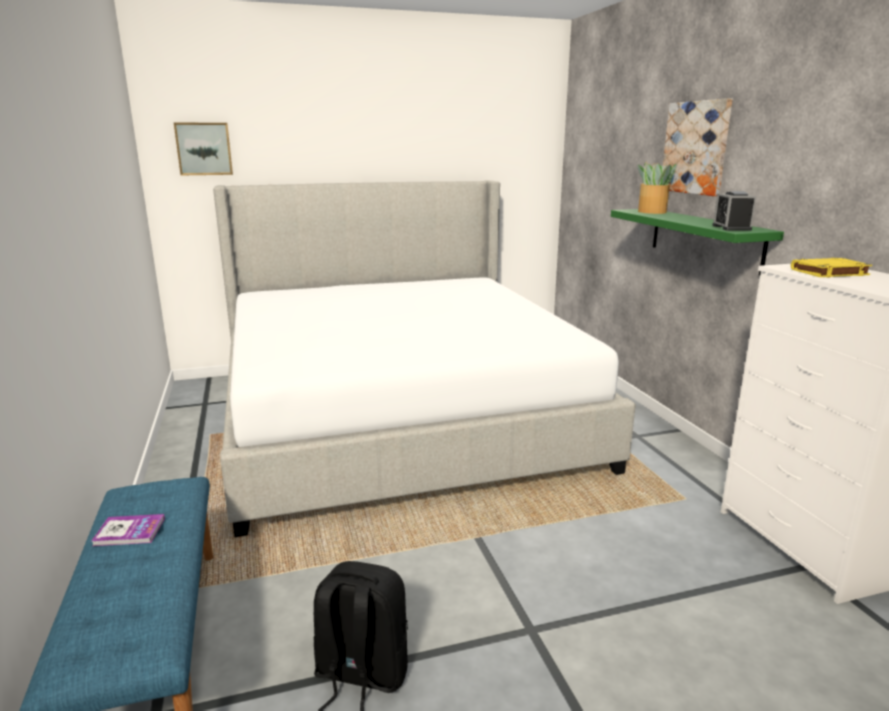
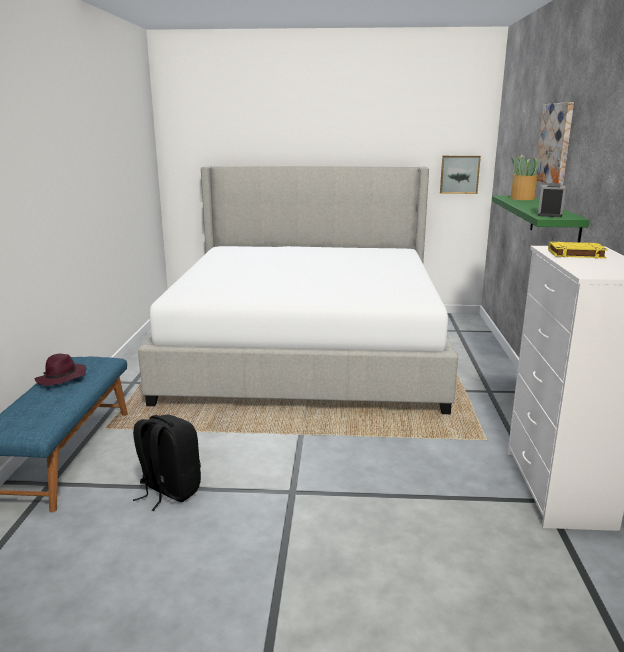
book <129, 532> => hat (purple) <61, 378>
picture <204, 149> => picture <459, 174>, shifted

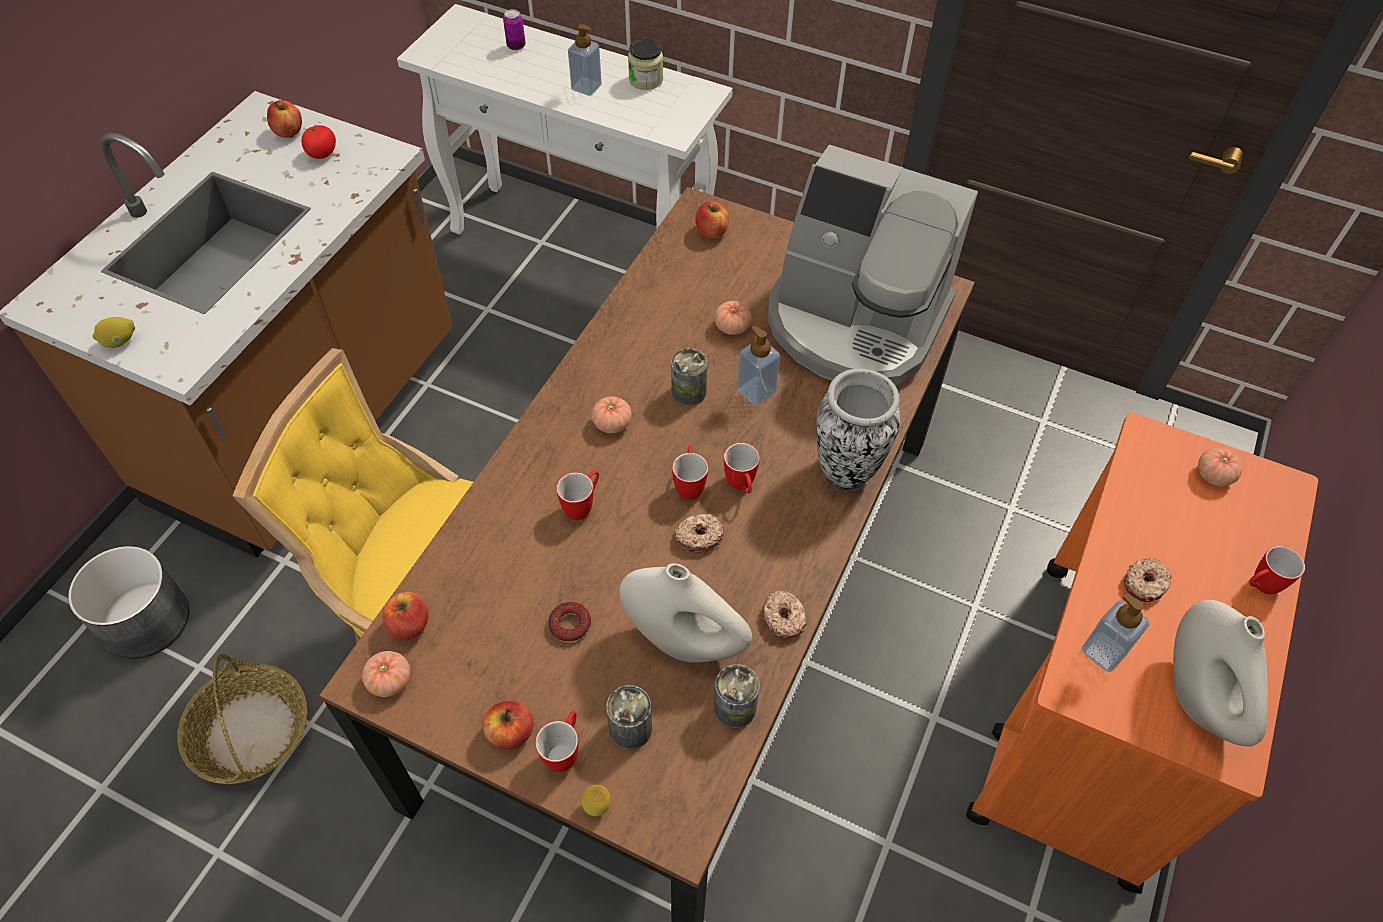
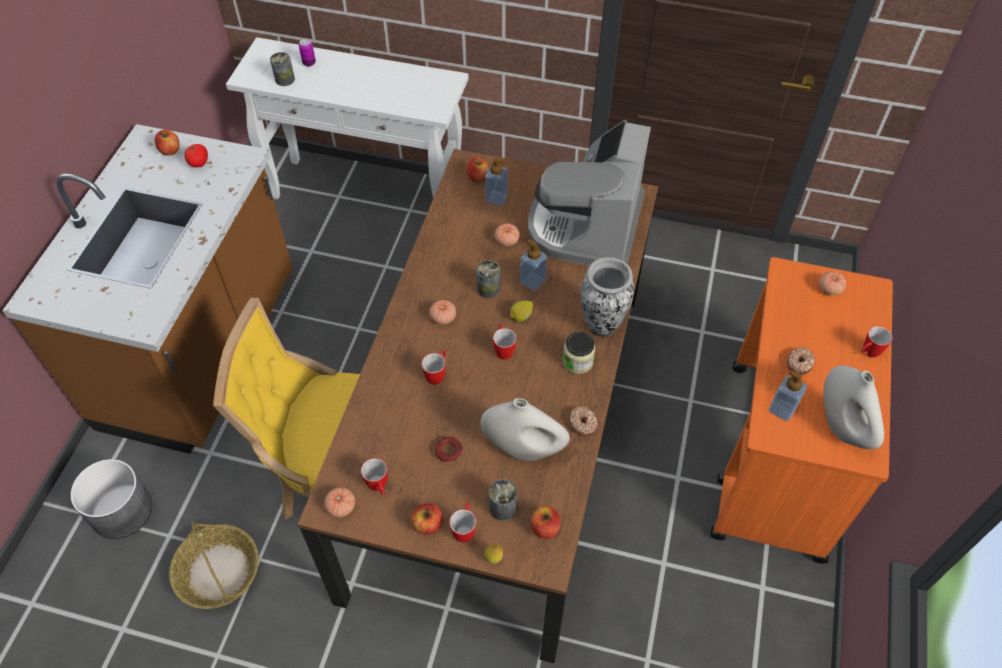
lemon <120, 342> => lemon <521, 316>, shifted
apple <409, 625> => apple <545, 528>, shifted
soap dispenser <586, 87> => soap dispenser <496, 198>, shifted
jar <646, 80> => jar <577, 361>, shifted
donut <699, 536> => nothing
can <734, 708> => can <285, 79>, shifted
mug <741, 486> => mug <379, 488>, shifted
coffee machine <854, 323> => coffee machine <586, 226>, 90 degrees clockwise

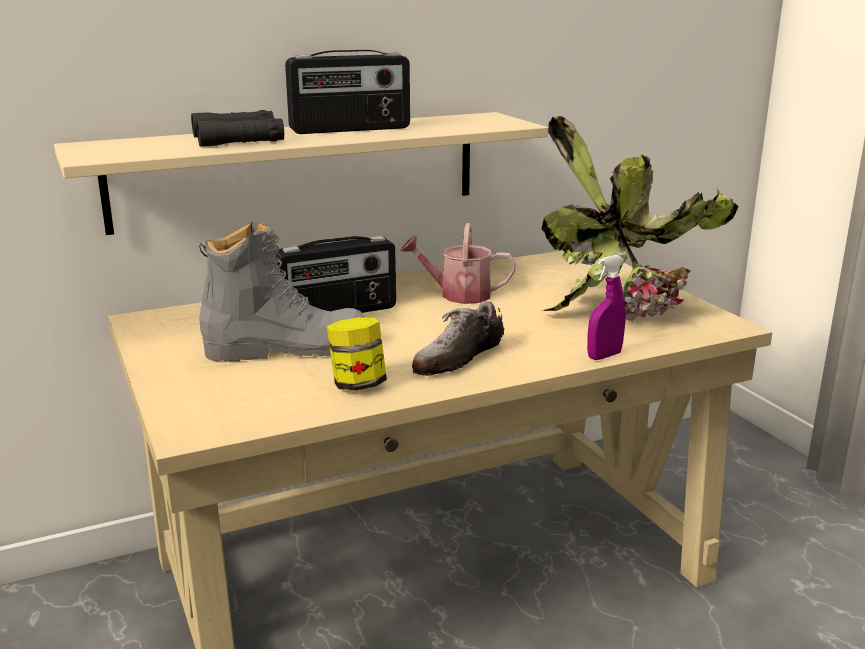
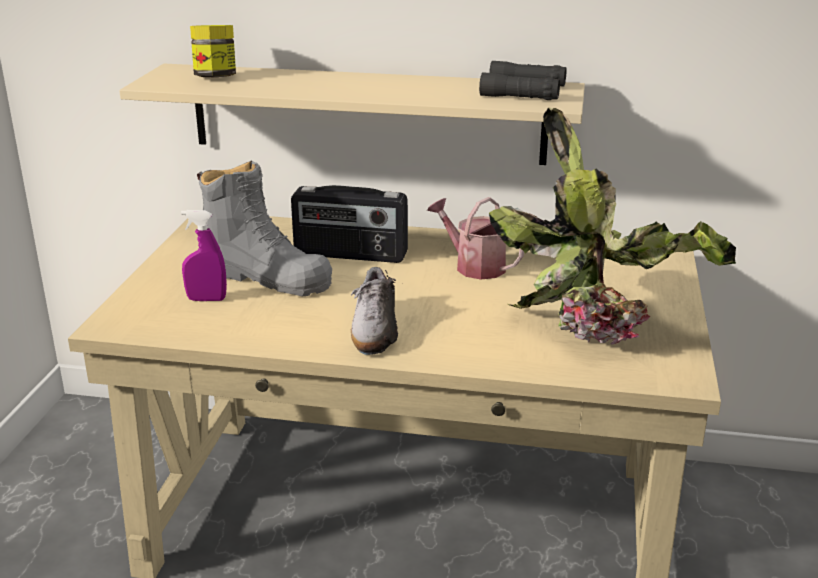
binoculars (black) <237, 139> => binoculars (black) <523, 91>, shifted
radio <350, 129> => nothing
jar <357, 385> => jar <215, 77>, shifted
shoe <457, 359> => shoe <375, 328>, 75 degrees counterclockwise
spray bottle (purple) <604, 356> => spray bottle (purple) <206, 299>, shifted

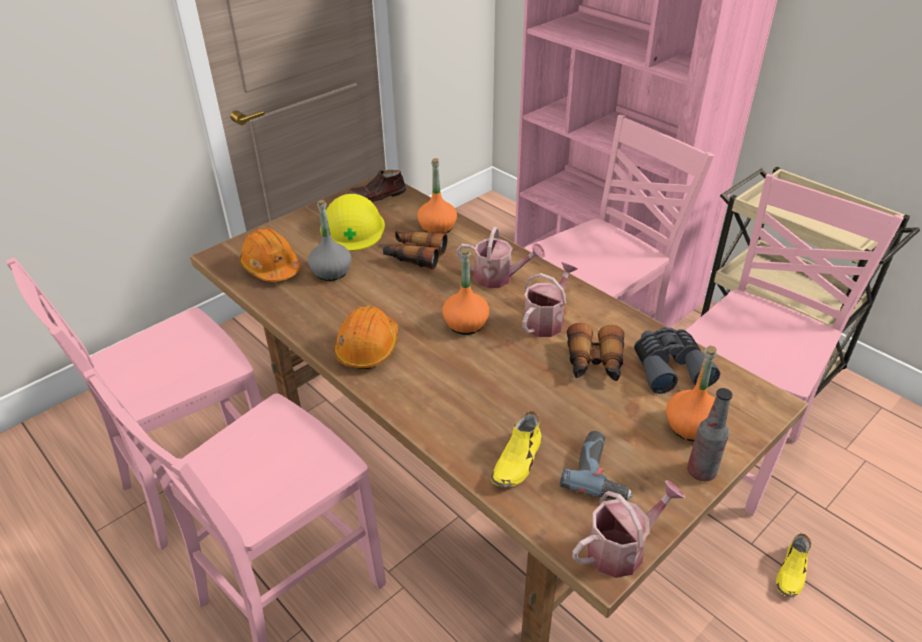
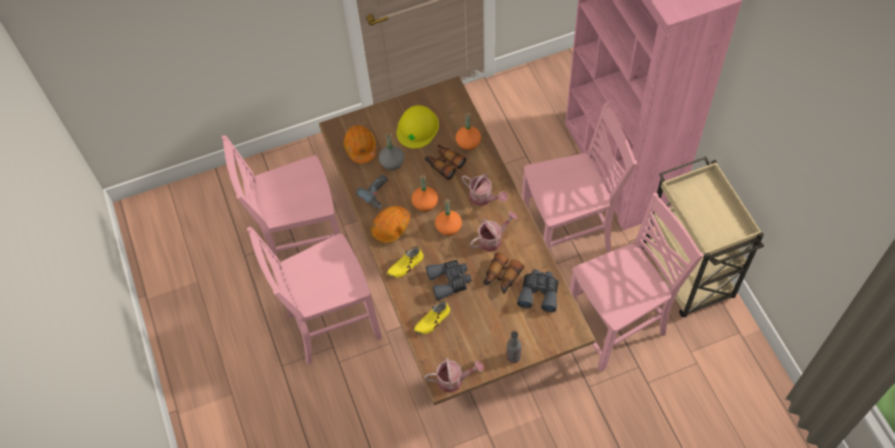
shoe (brown) <377, 195> => nothing
power drill <601, 472> => power drill <378, 193>, shifted
bottle (orange) <690, 427> => bottle (orange) <425, 203>, shifted
shoe (yellow) <792, 573> => shoe (yellow) <405, 266>, shifted
nothing => binoculars (grey) <449, 281>

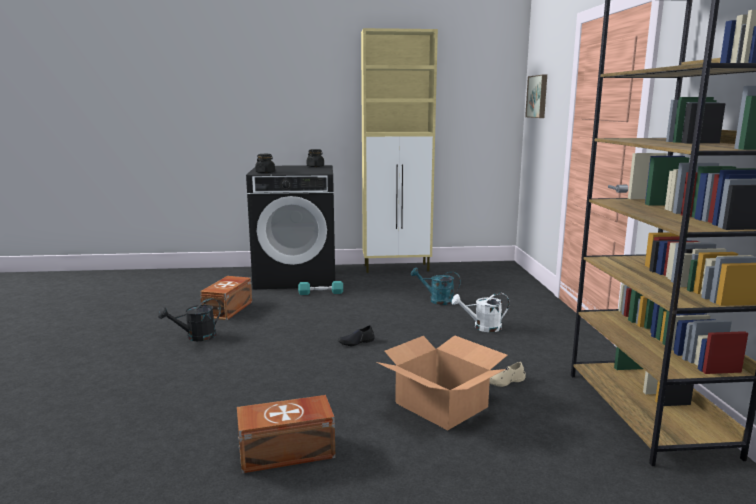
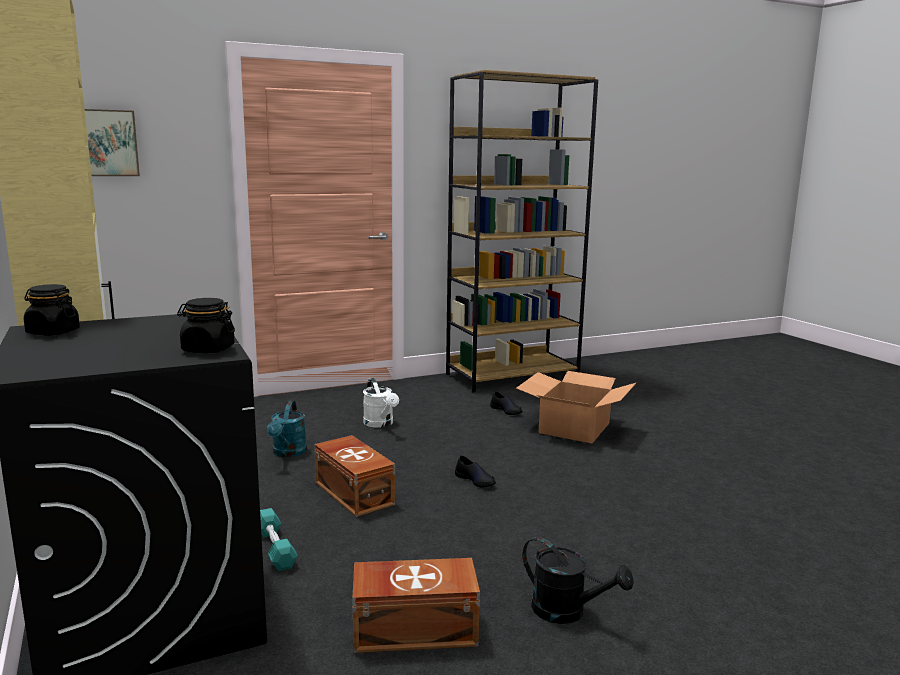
storage box (brown) <288, 452> => storage box (brown) <354, 492>, shifted
shoe (beige) <505, 381> => shoe (black) <506, 410>

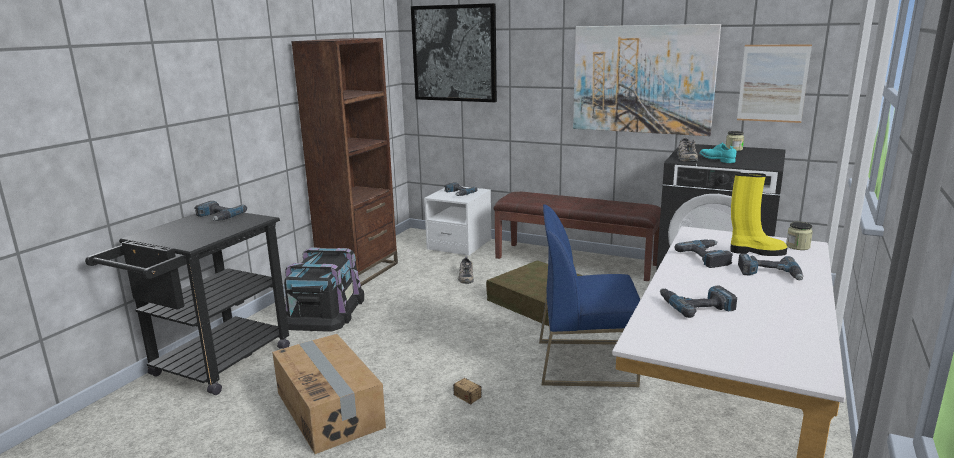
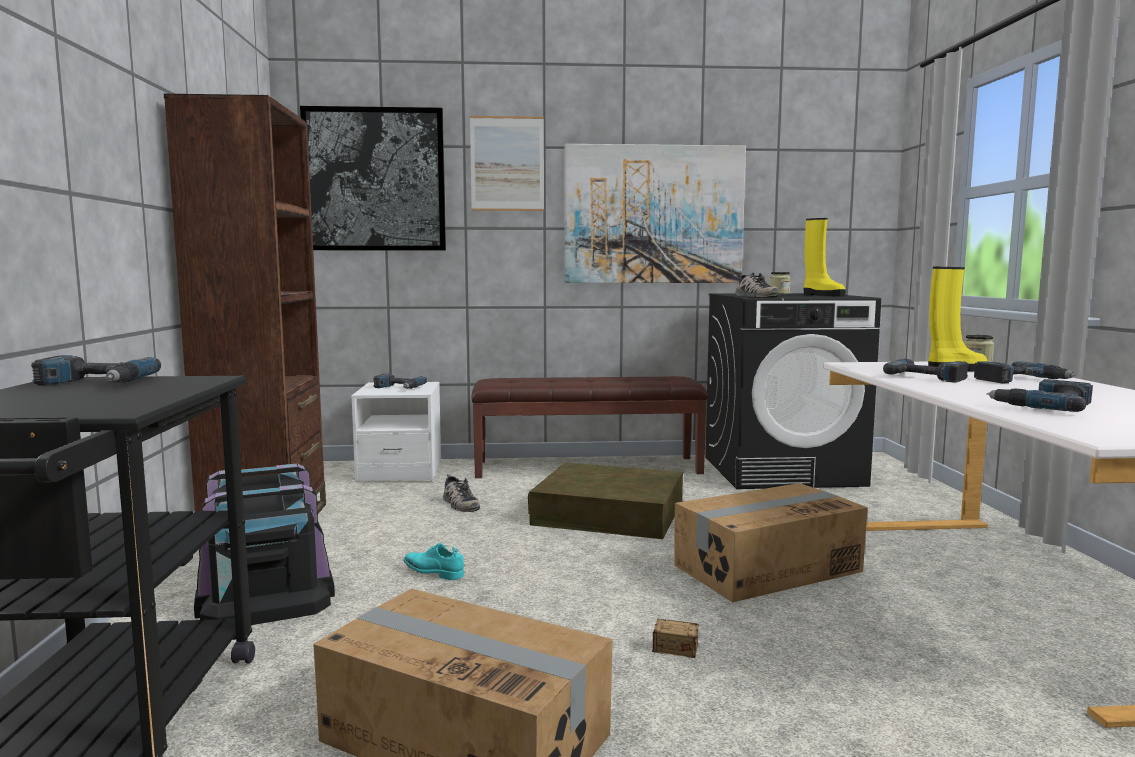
chair (blue) <586, 362> => cardboard box <766, 568>
shoe (turquoise) <716, 160> => shoe (turquoise) <433, 572>, shifted
picture <773, 83> => picture <507, 164>, shifted
nothing => boot (yellow) <821, 295>

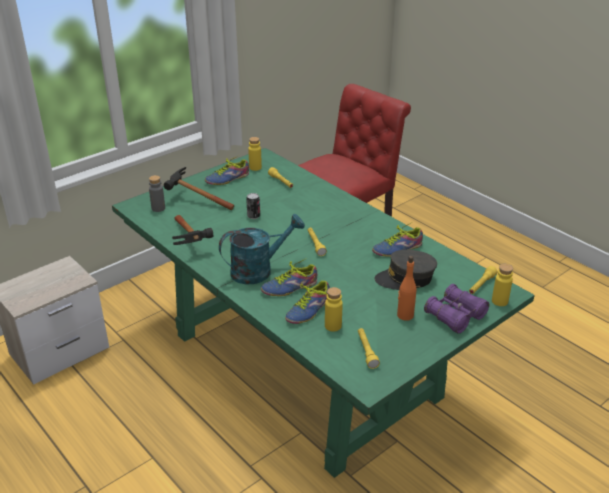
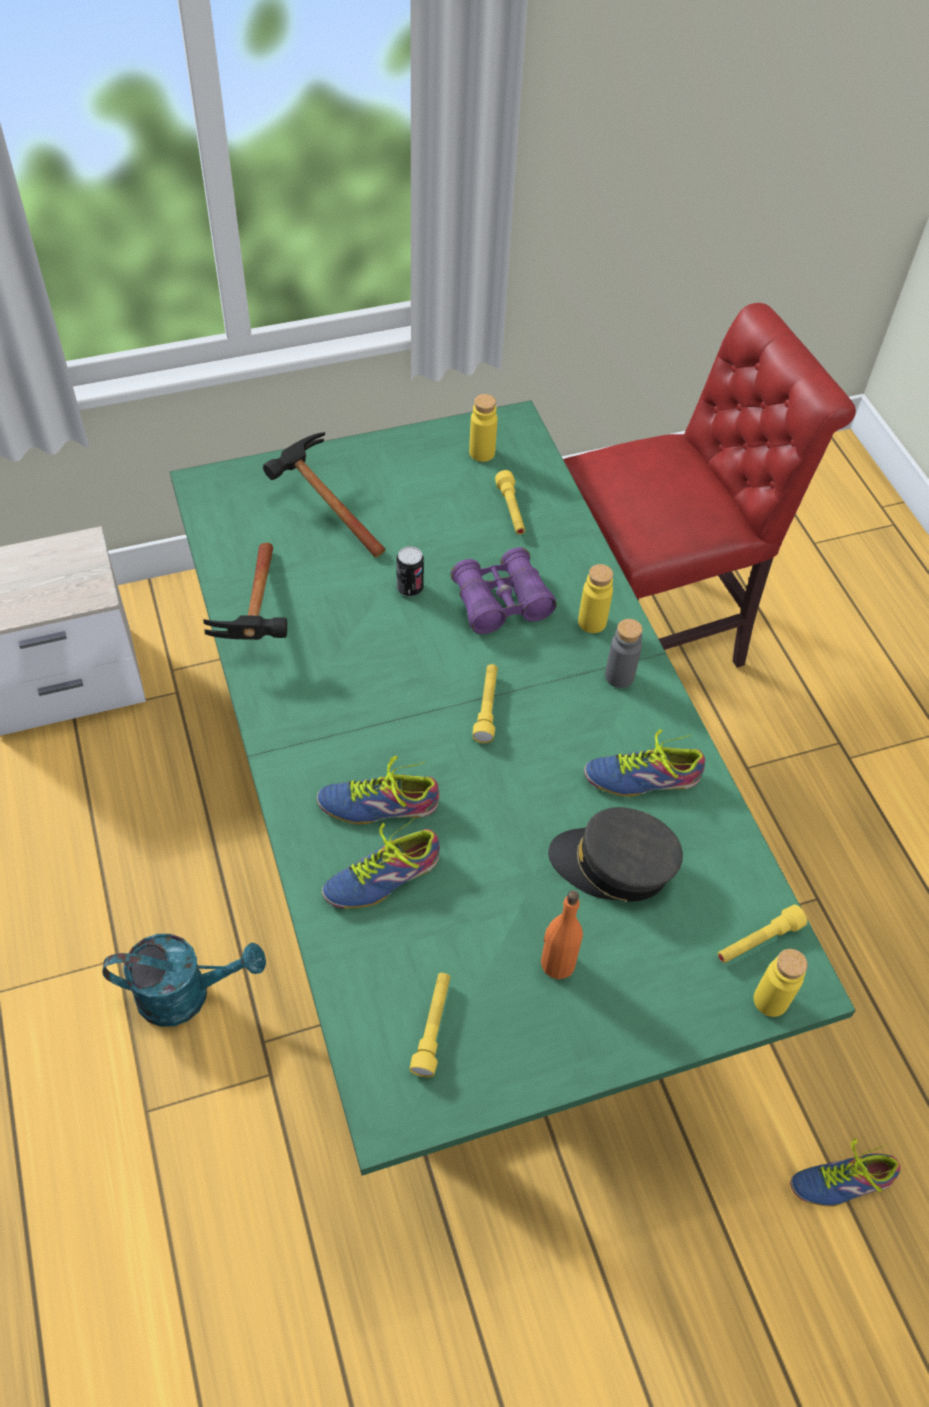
bottle (grey) <158, 208> => bottle (grey) <619, 676>, shifted
shoe <226, 178> => shoe <839, 1178>, shifted
watering can (turquoise) <258, 270> => watering can (turquoise) <186, 993>, shifted
bottle (yellow) <333, 326> => bottle (yellow) <592, 622>, shifted
binoculars (purple) <455, 316> => binoculars (purple) <501, 602>, shifted

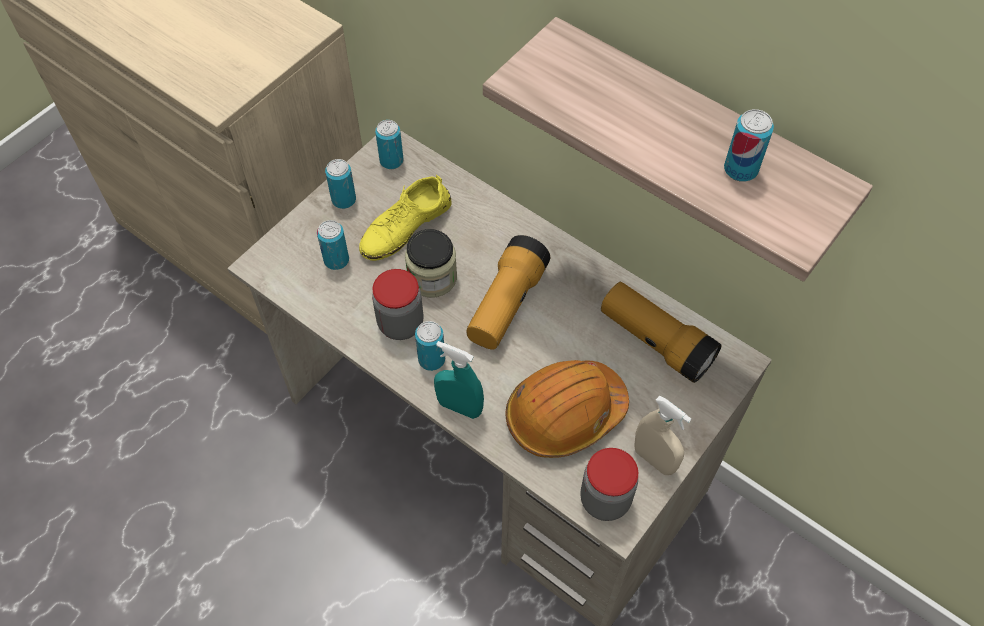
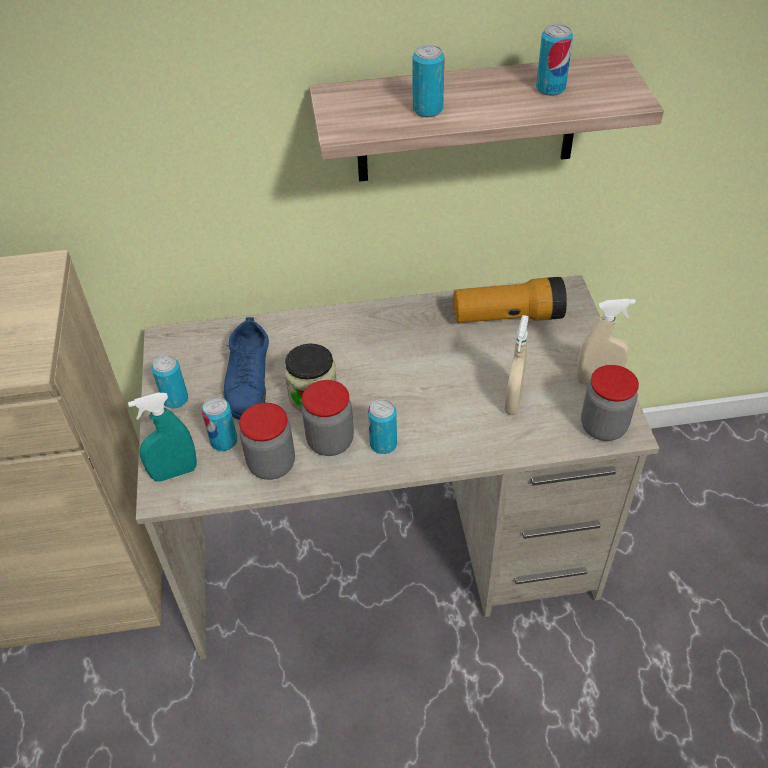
shoe (yellow) <405, 226> => shoe (blue) <248, 380>
can <391, 161> => can <427, 110>, shifted
spray bottle (turquoise) <459, 407> => spray bottle (turquoise) <174, 472>, shifted
flashlight <506, 304> => nothing
hard hat (orange) <565, 414> => spray bottle (beige) <513, 401>
nothing => jar <272, 464>

